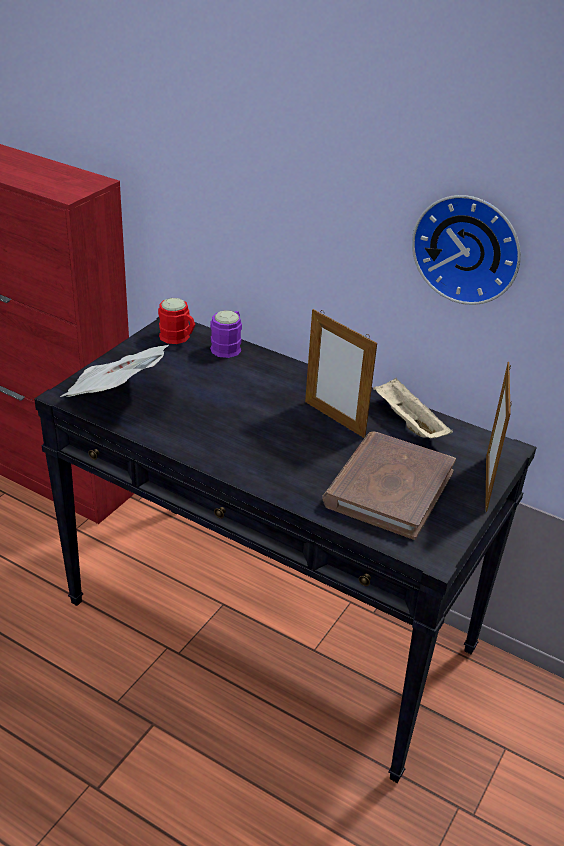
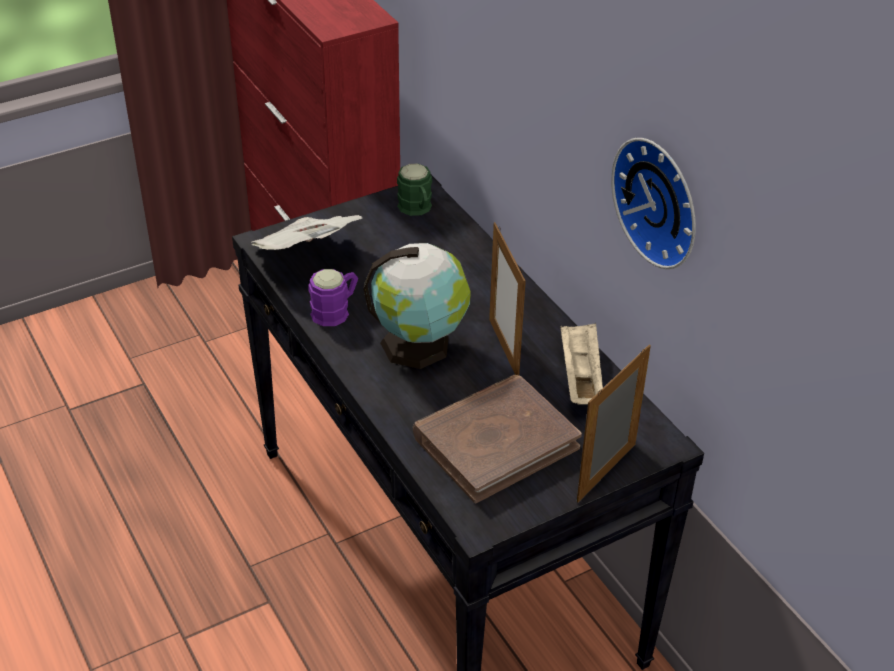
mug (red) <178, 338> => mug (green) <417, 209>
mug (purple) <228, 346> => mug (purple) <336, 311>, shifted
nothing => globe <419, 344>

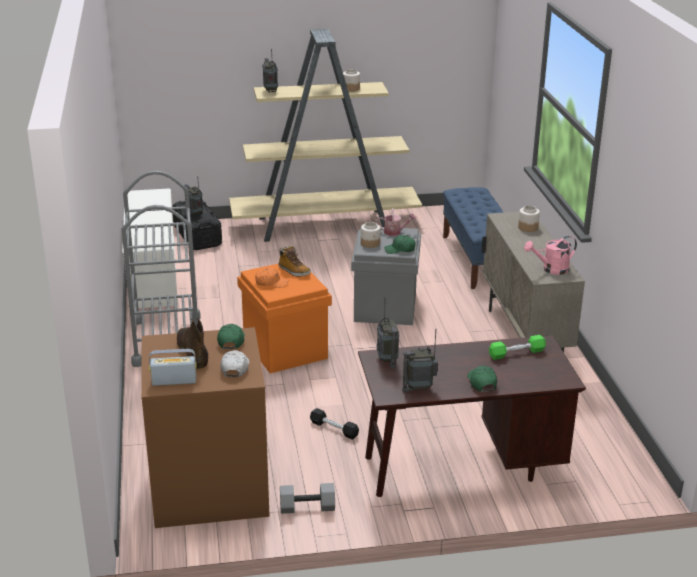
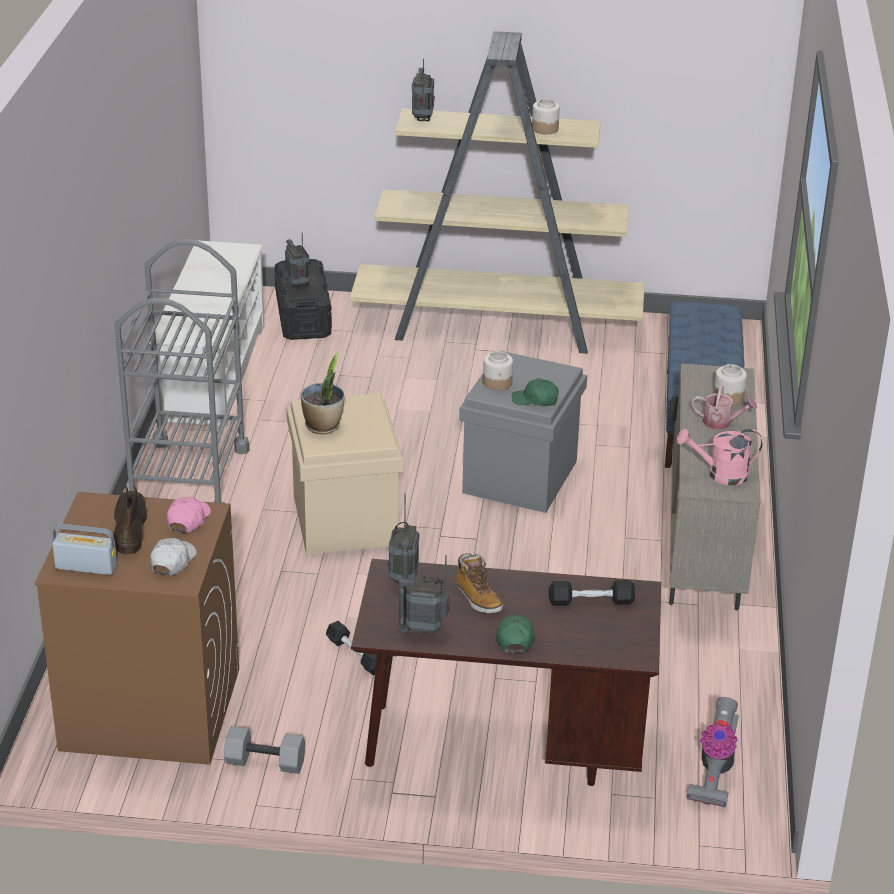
cap (green) <231, 341> => cap (pink) <188, 519>
storage box (orange) <284, 348> => storage box (beige) <343, 519>
cap (orange) <271, 283> => potted plant <323, 426>
boot <294, 271> => boot <477, 598>, shifted
watering can <395, 232> => watering can <721, 423>, shifted
dumbbell (green) <516, 353> => dumbbell (black) <591, 601>
nothing => vacuum cleaner <714, 772>

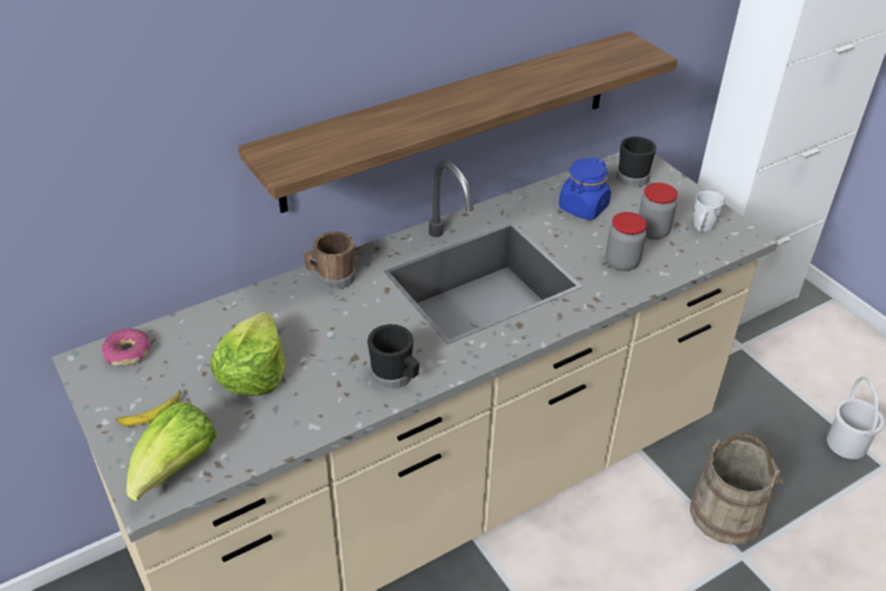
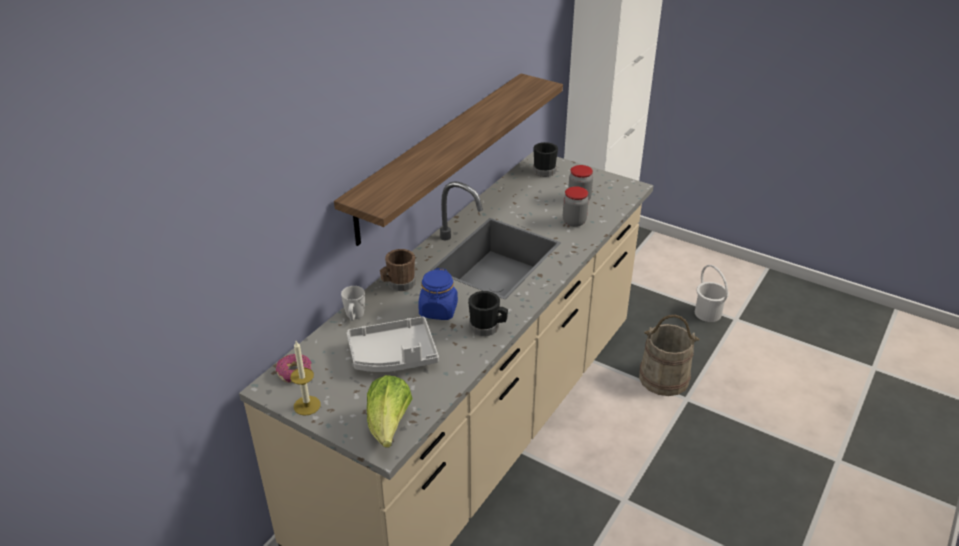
banana <151, 413> => nothing
lettuce <253, 373> => tray (grey) <393, 356>
jar (blue) <583, 208> => jar (blue) <438, 310>, shifted
mug (white) <702, 228> => mug (white) <354, 316>, shifted
nothing => candle <307, 405>

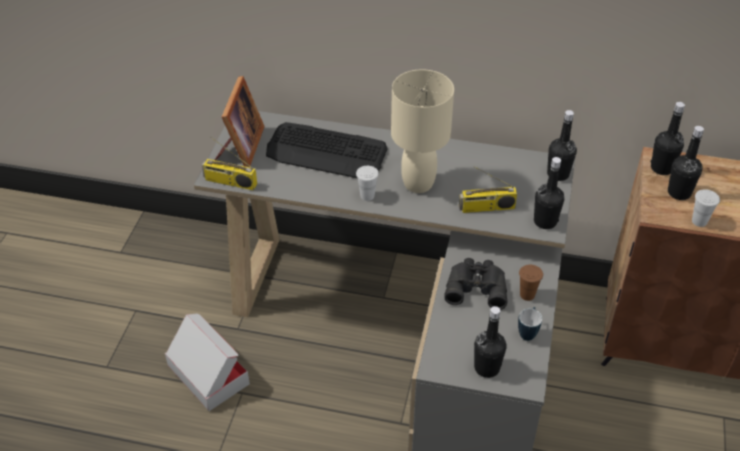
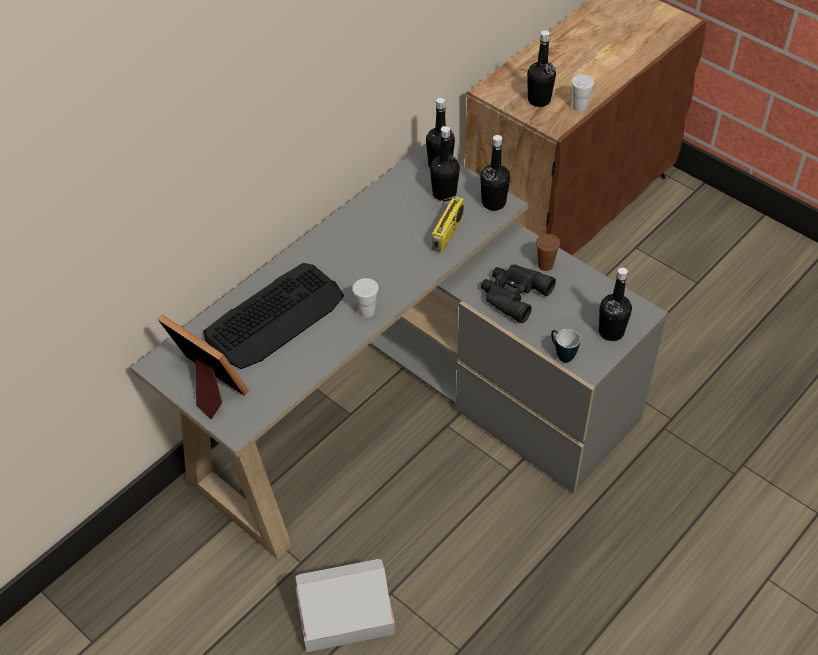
radio <229, 182> => nothing
table lamp (beige) <418, 183> => nothing
mug <528, 332> => mug <561, 354>, shifted
bottle (black) <662, 168> => bottle (black) <444, 193>, shifted

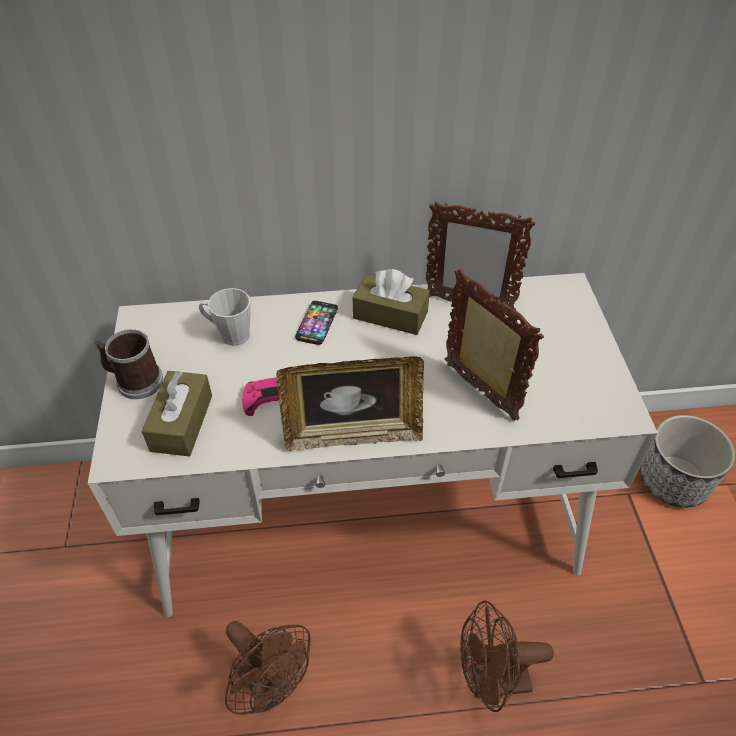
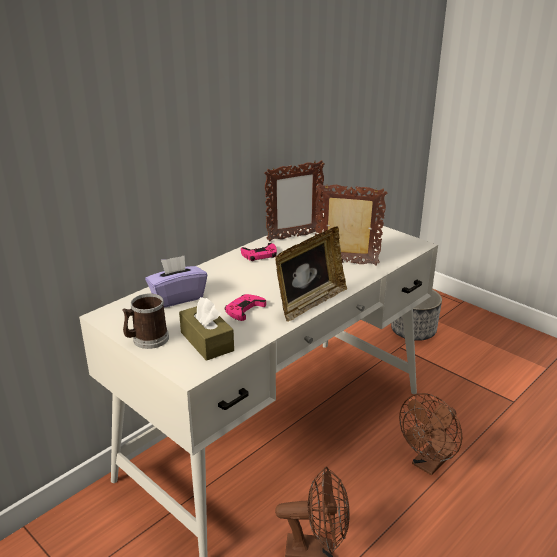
mug (grey) <229, 334> => tissue box (purple) <177, 297>
phone <317, 323> => nothing
tissue box (brown) <390, 315> => game controller (pink) <260, 255>

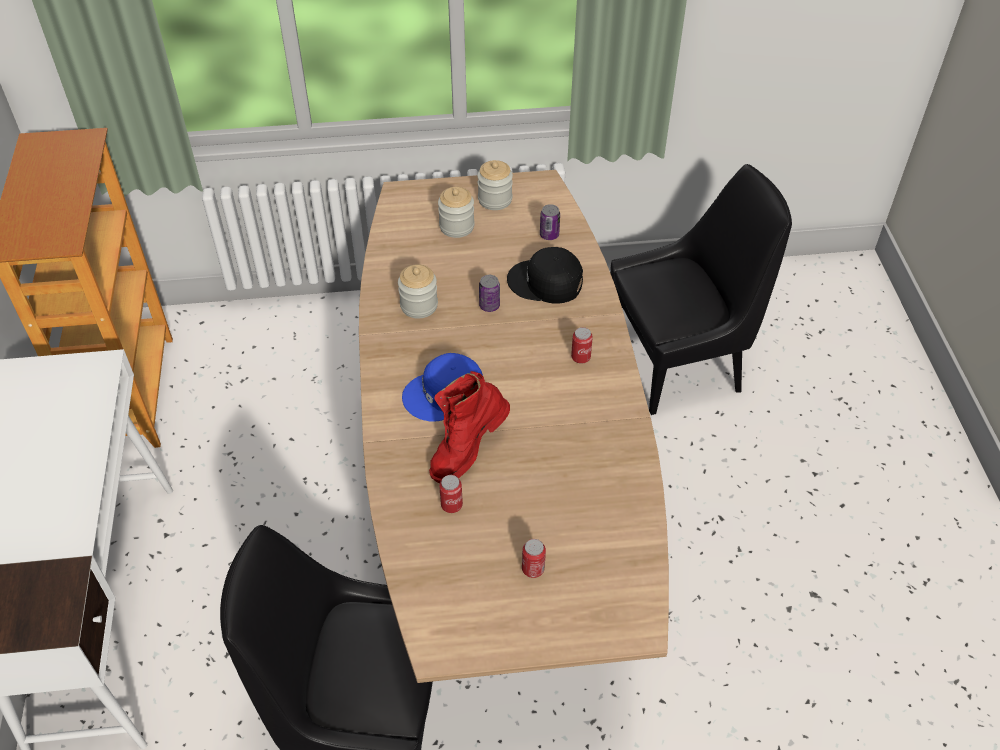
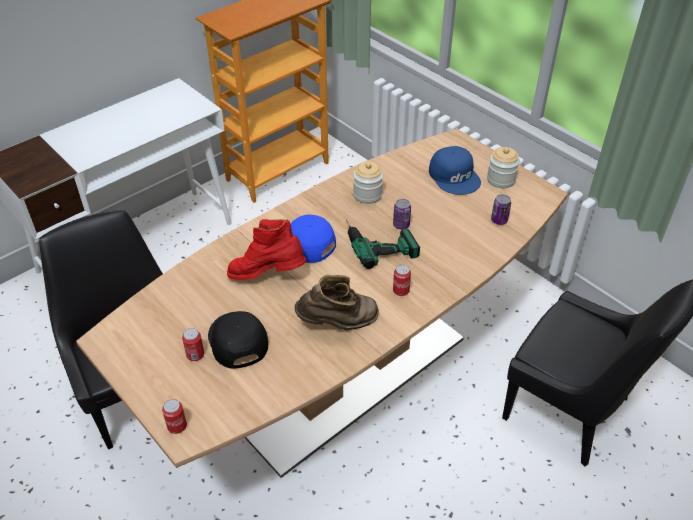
jar <456, 226> => cap (blue) <455, 176>
can <451, 505> => can <177, 426>, shifted
cap (black) <545, 282> => cap (black) <237, 341>, shifted
nothing => boot (brown) <338, 324>
nothing => power drill <378, 241>

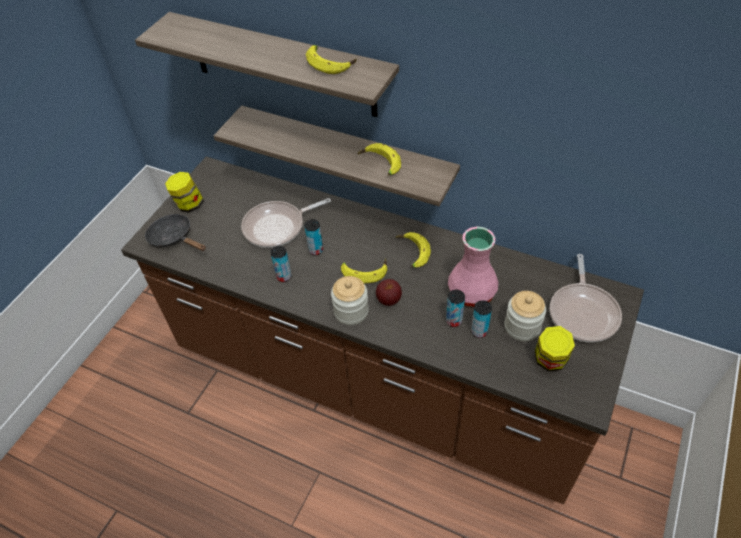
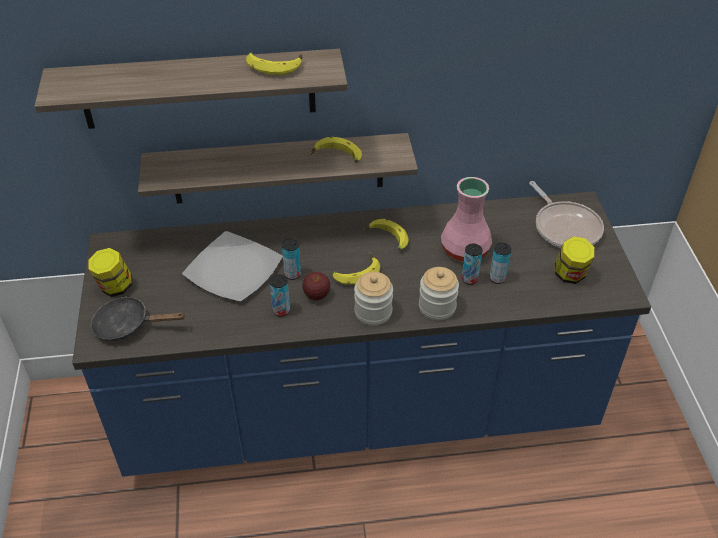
counter (brown) <377, 382> => counter (blue) <359, 411>
frying pan <277, 227> => plate <234, 269>
apple <388, 300> => apple <316, 295>, shifted
jar <522, 327> => jar <437, 307>, shifted

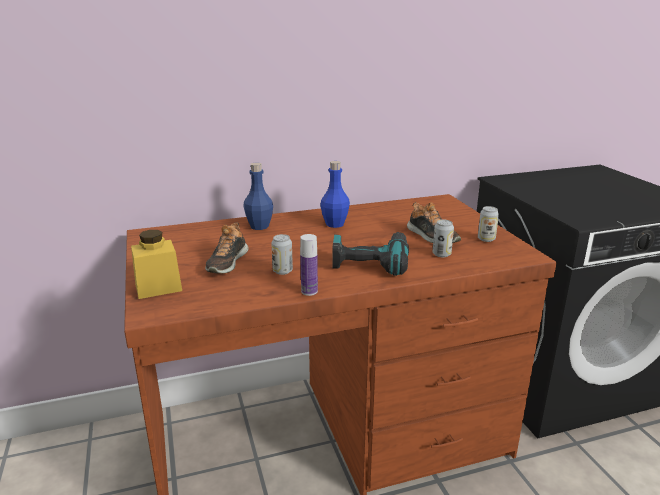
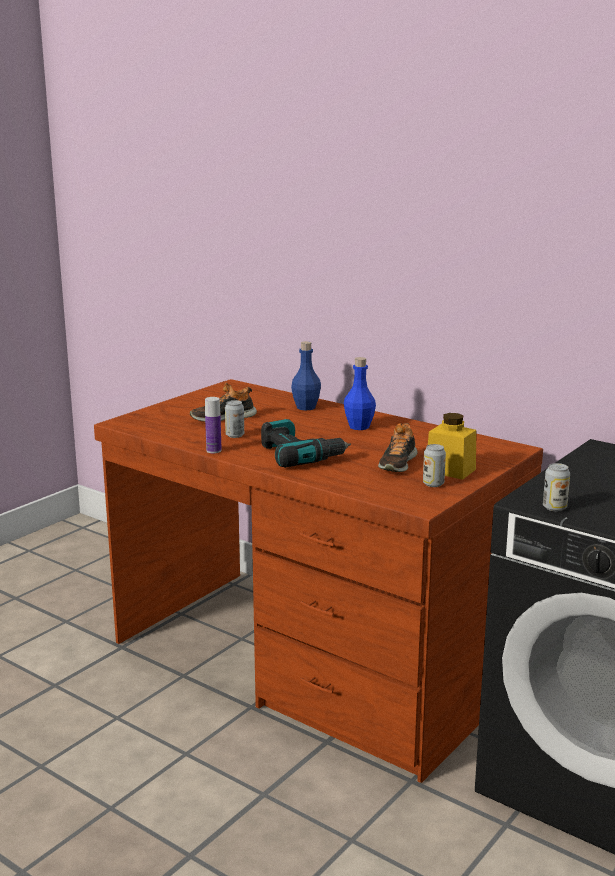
jar (yellow) <158, 287> => jar (yellow) <450, 470>, shifted
can <441, 254> => can <554, 507>, shifted

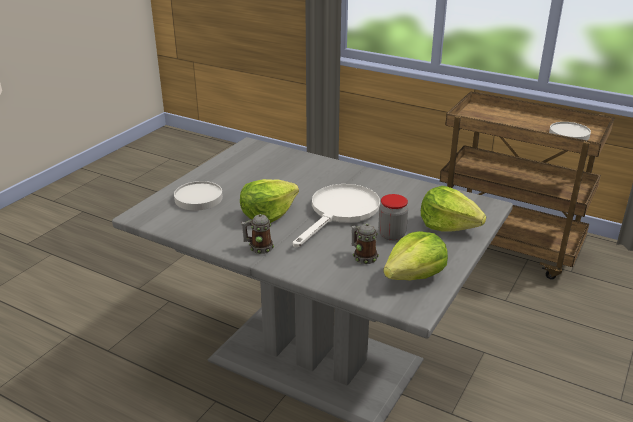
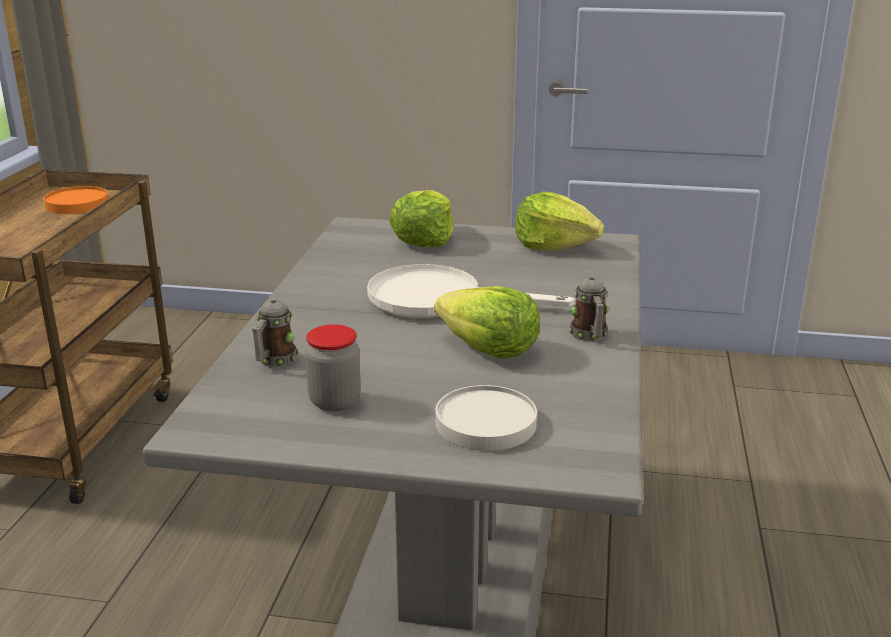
mug <363, 256> => mug <274, 361>, shifted
jar <392, 235> => jar <335, 401>, shifted
plate (white) <568, 134> => plate (orange) <77, 204>

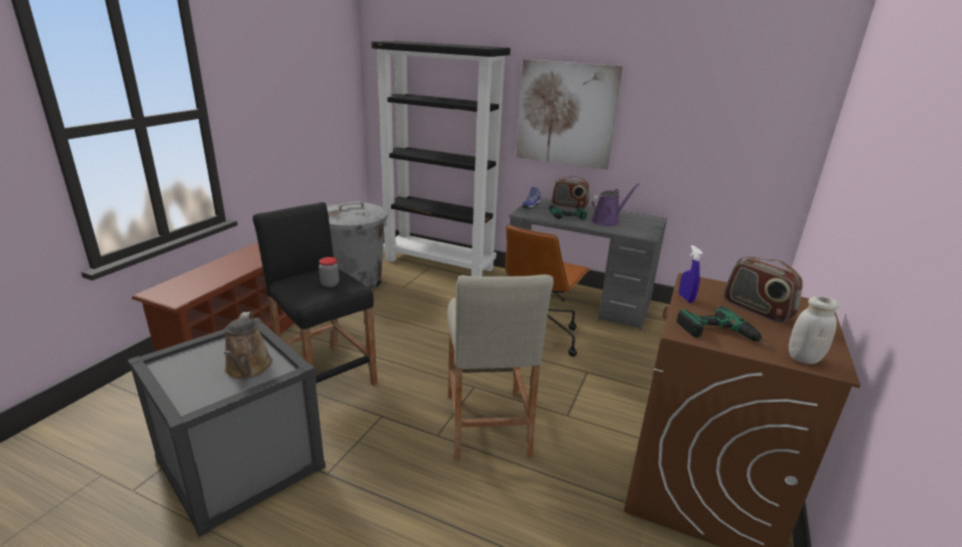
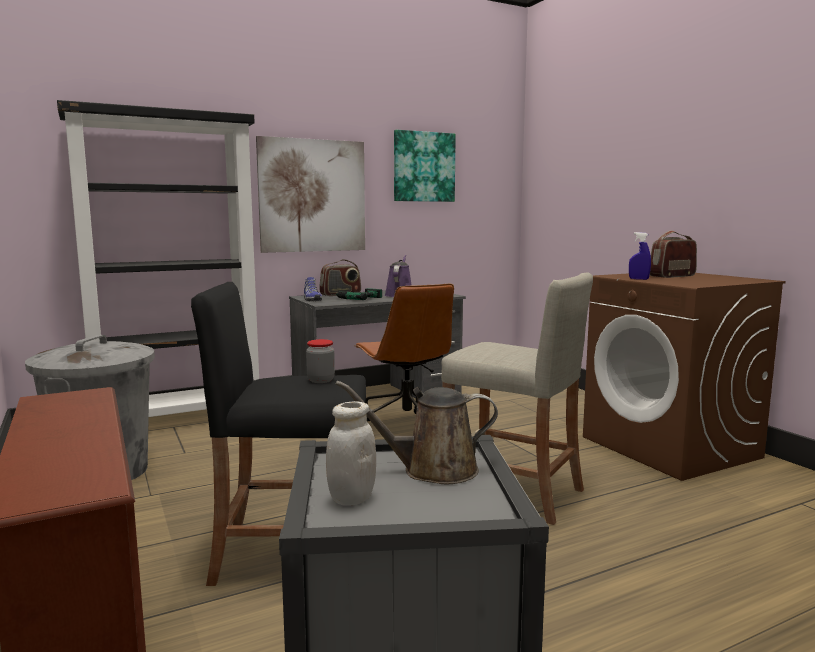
watering can (brown) <248, 369> => watering can (brown) <432, 470>, 150 degrees clockwise
power drill <723, 336> => nothing
radio <756, 310> => radio <671, 276>, 150 degrees clockwise
jar (white) <803, 358> => jar (white) <351, 498>, shifted
nothing => picture <423, 167>

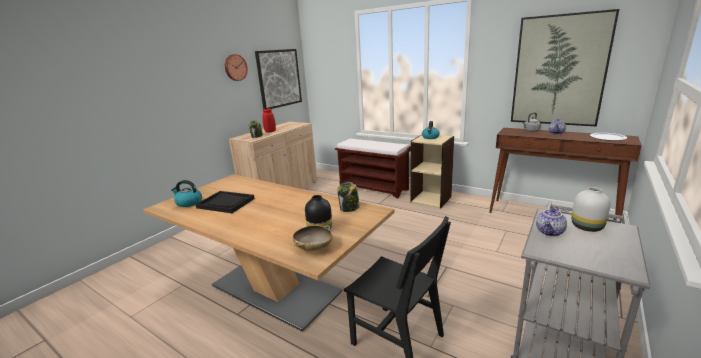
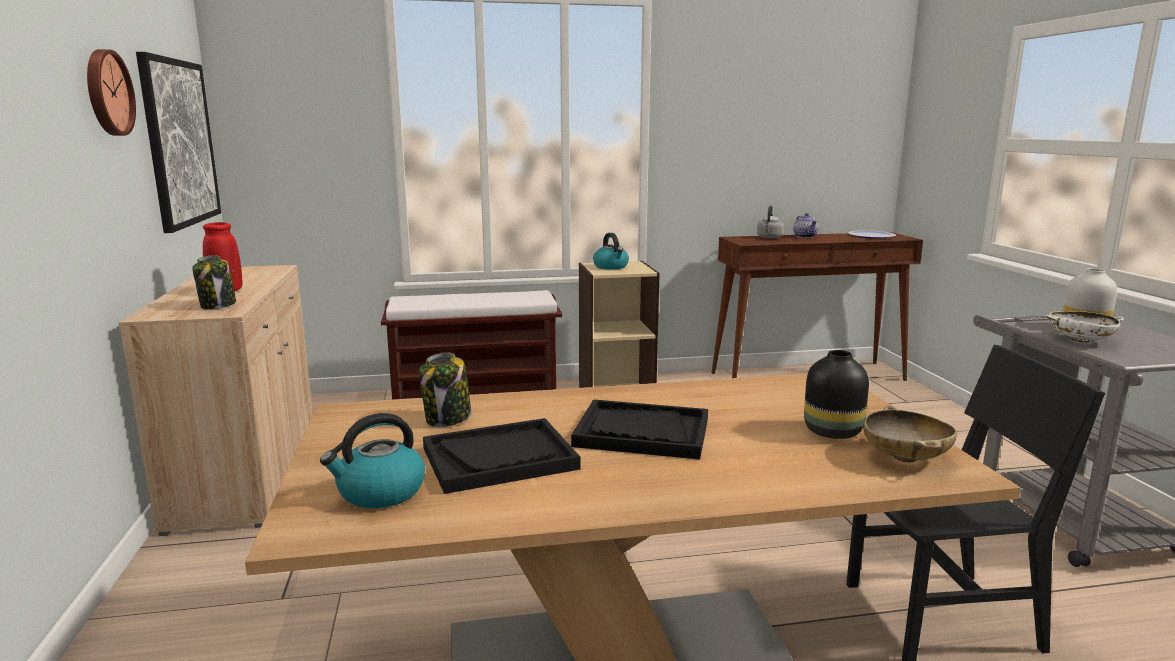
jar <349, 208> => jar <448, 419>, shifted
picture <559, 71> => nothing
teapot <550, 232> => bowl (white) <1079, 340>
nothing => tray (black) <641, 433>

